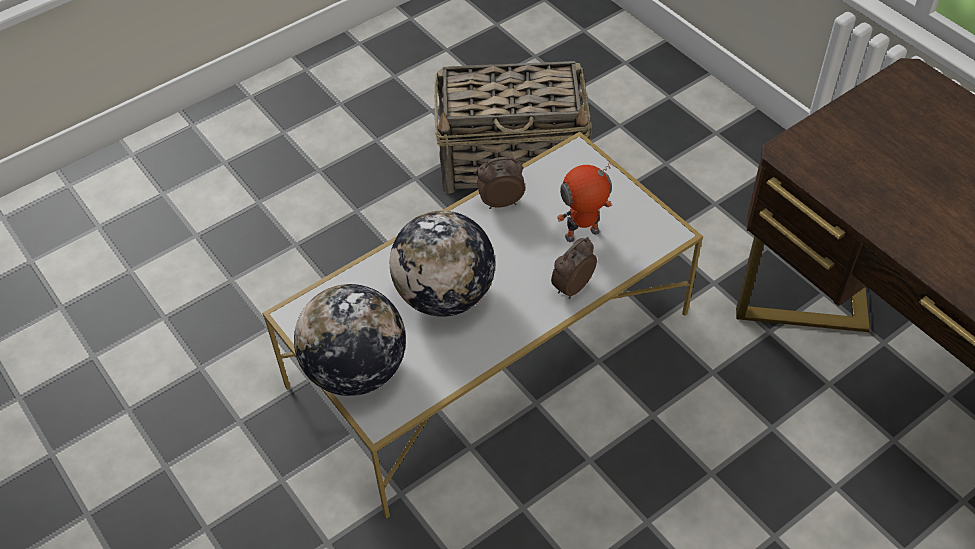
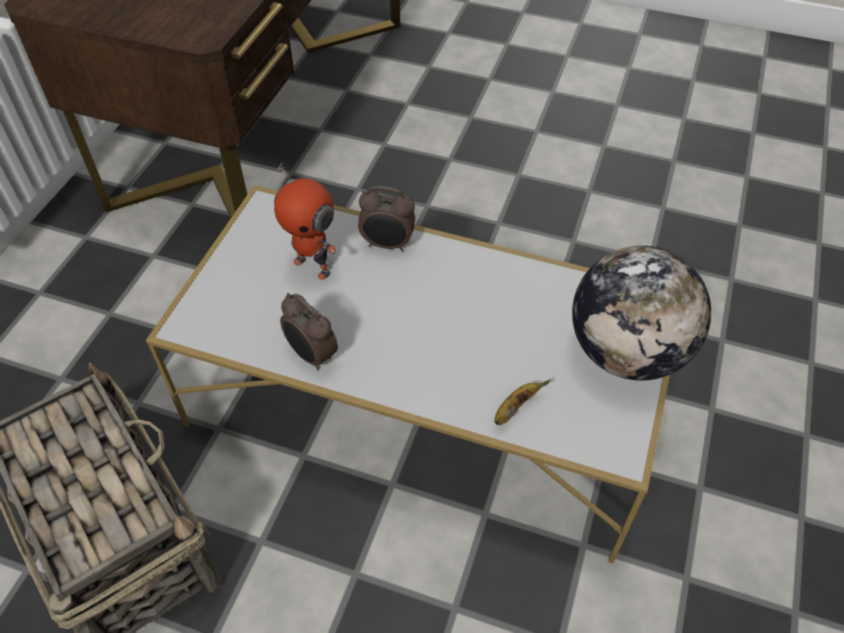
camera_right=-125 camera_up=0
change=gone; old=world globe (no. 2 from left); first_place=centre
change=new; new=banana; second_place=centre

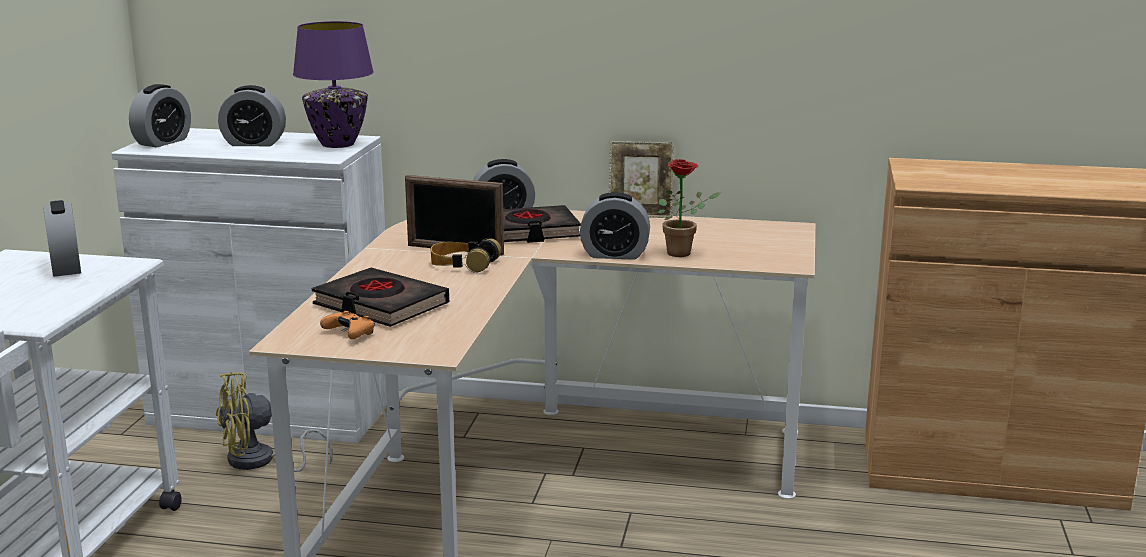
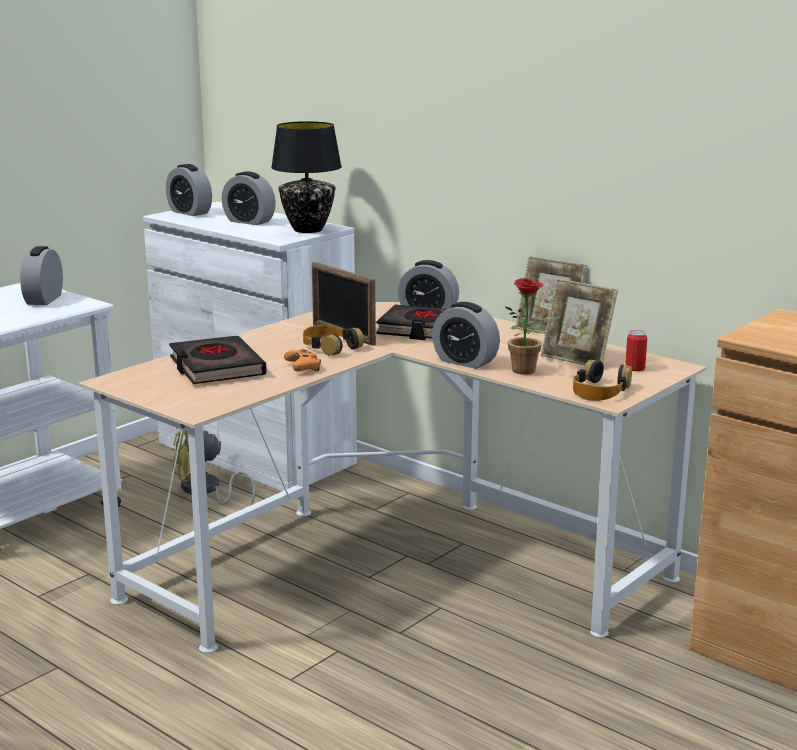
camera_right=30 camera_up=0
change=new; new=photo frame (no. 3 from left); second_place=middle right
change=new; new=pair of headphones (no. 2 from left); second_place=middle right
change=new; new=metal can; second_place=middle right
change=shifted; old=orangey game controller; first_place=middle left; second_place=centre
change=repainted; old=purple table lamp; new=black table lamp; first_place=top left; second_place=top centre
change=rotated; old=table clock (no. 2 from left); first_place=top left; second_place=top left; degrees=75

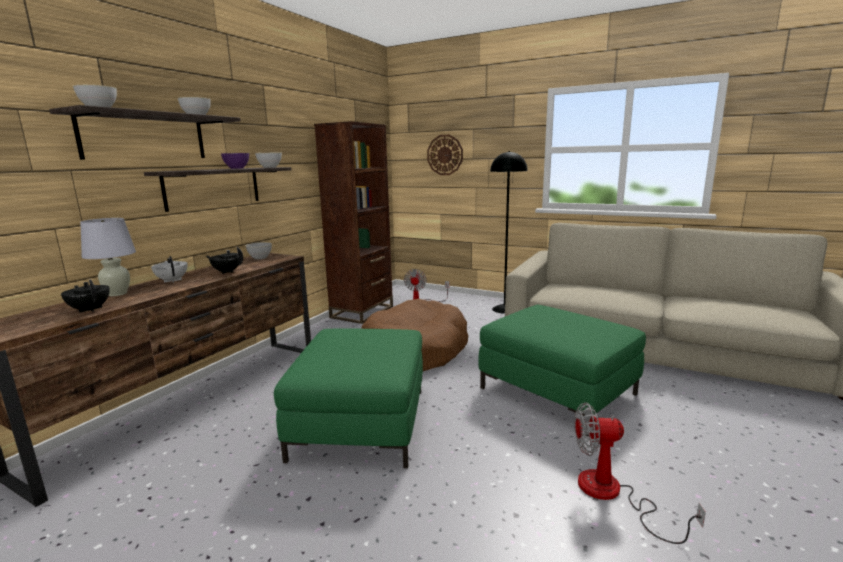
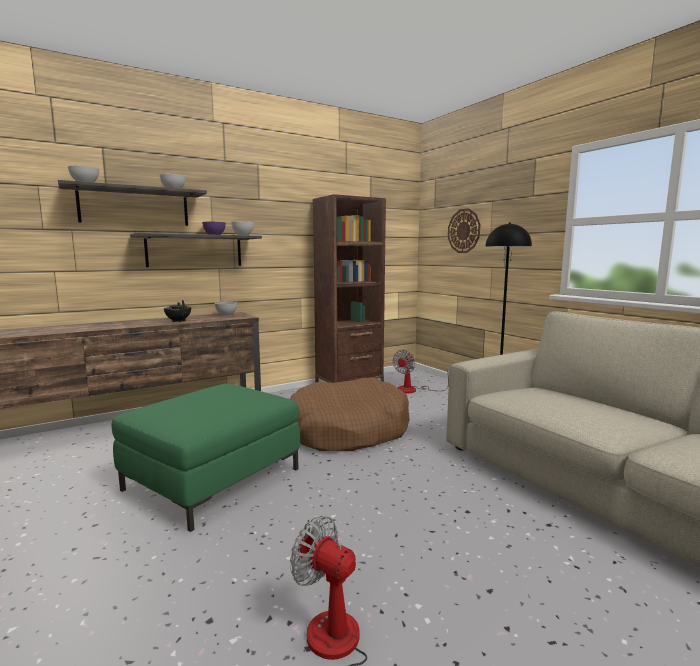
camera_right=30 camera_up=-5
change=gone; old=black tea pot (no. 1 from left); first_place=middle left
change=gone; old=white-coloured table lamp; first_place=middle left
change=gone; old=white-coloured tea pot; first_place=middle left
change=gone; old=greenish ottoman (no. 2 from left); first_place=middle right

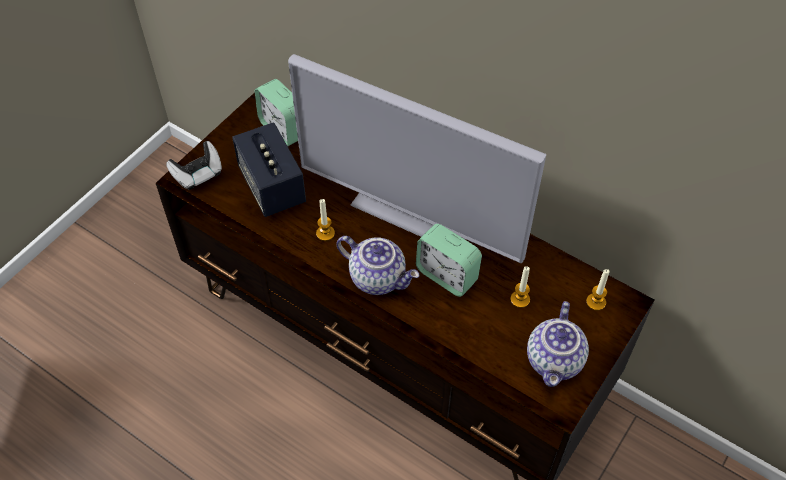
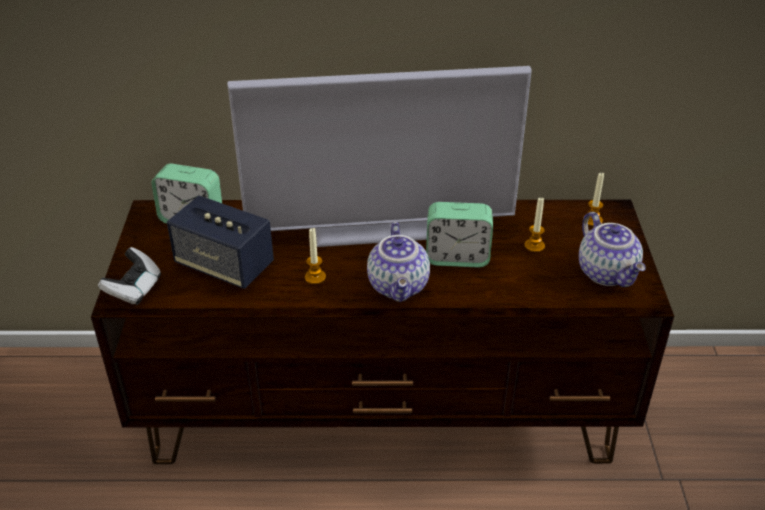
camera_right=-35 camera_up=-15
change=rotated; old=tea pot (no. 1 from left); first_place=centre; second_place=centre; degrees=90

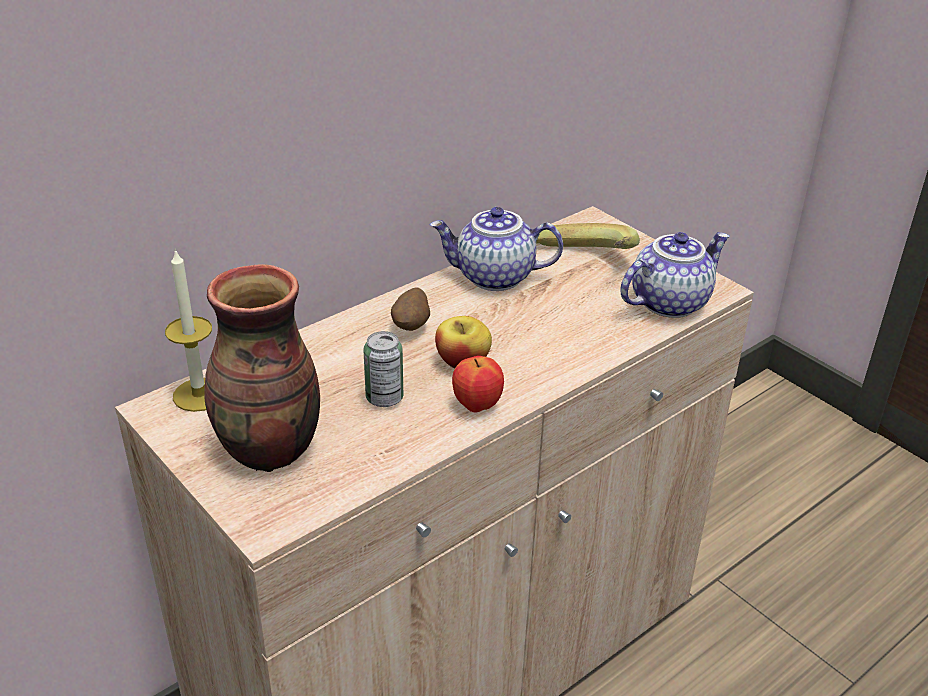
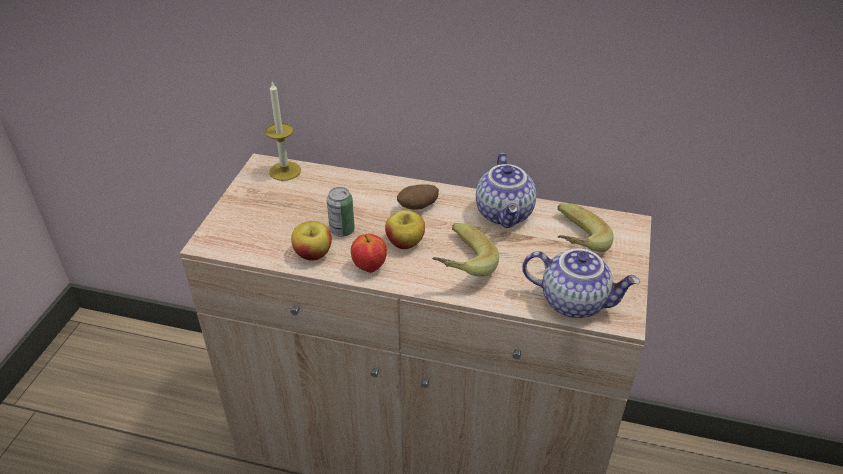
camera_right=55 camera_up=5
change=gone; old=vase; first_place=middle left
change=new; new=apple fruit (no. 1 from left); second_place=centre
change=new; new=banana (no. 1 from left); second_place=centre
change=rotated; old=tea pot (no. 1 from left); first_place=centre; second_place=centre; degrees=-150

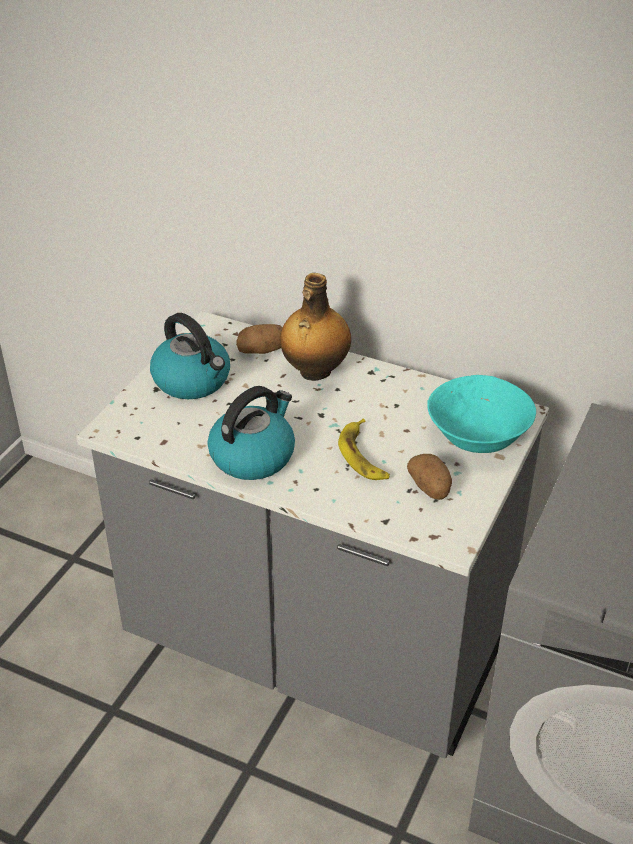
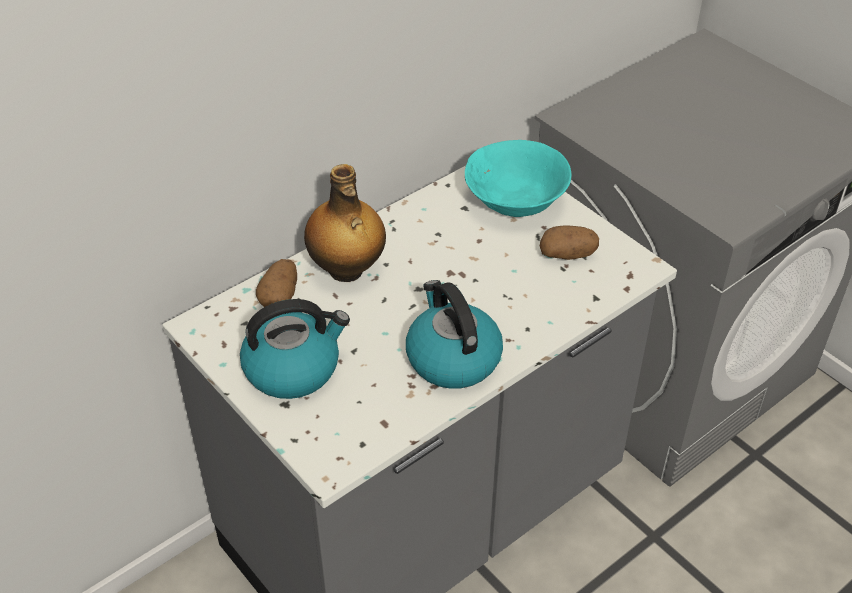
camera_right=-65 camera_up=5
change=gone; old=banana; first_place=centre

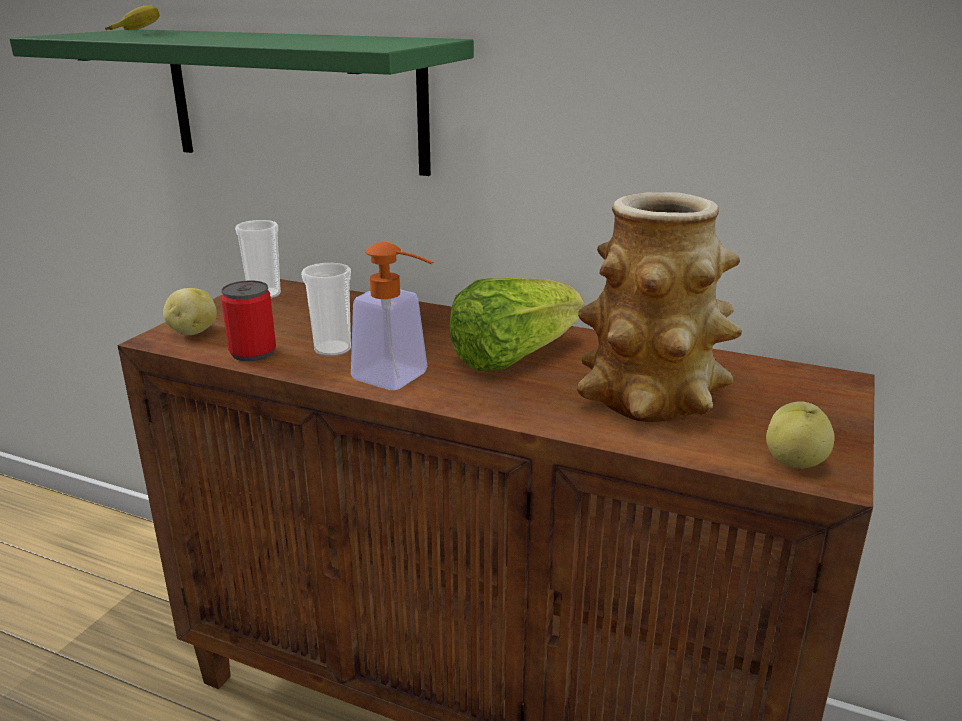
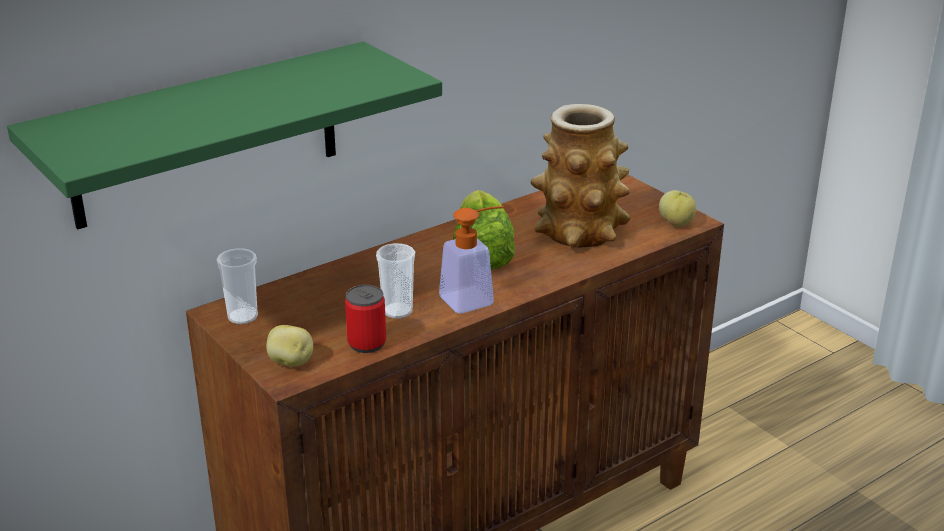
camera_right=-60 camera_up=5
change=gone; old=banana; first_place=top left

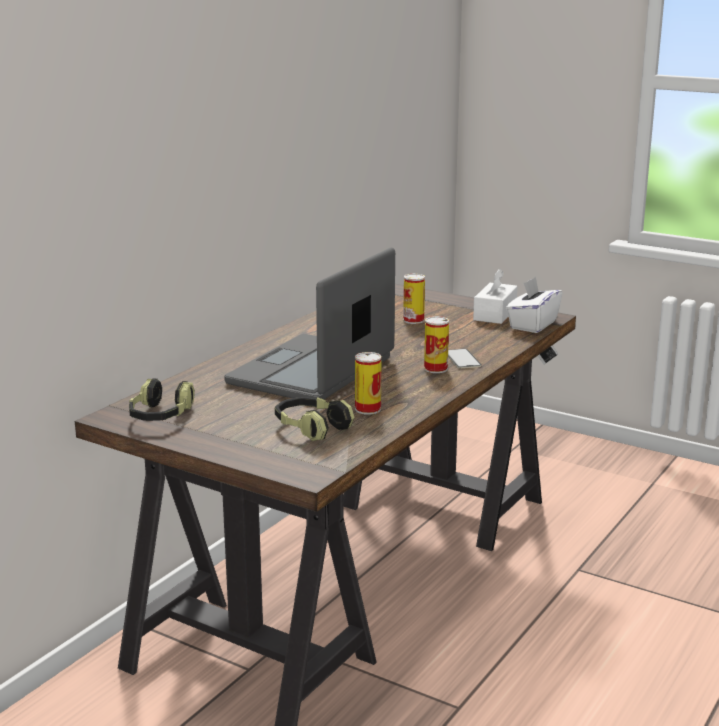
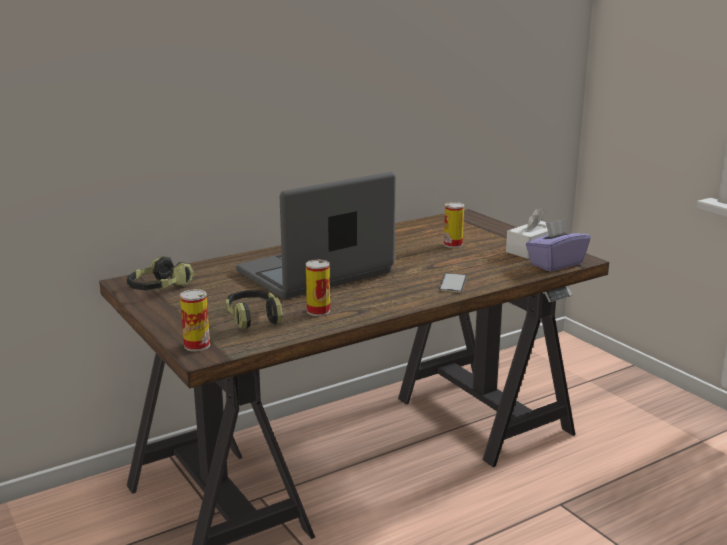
camera_right=25 camera_up=0
change=shifted; old=metal can (no. 3 from left in the first image); new=metal can (no. 1 from left); first_place=centre; second_place=middle left
change=repainted; old=white-coloured tissue holder (no. 2 from left); new=purple tissue holder; first_place=middle right; second_place=middle right

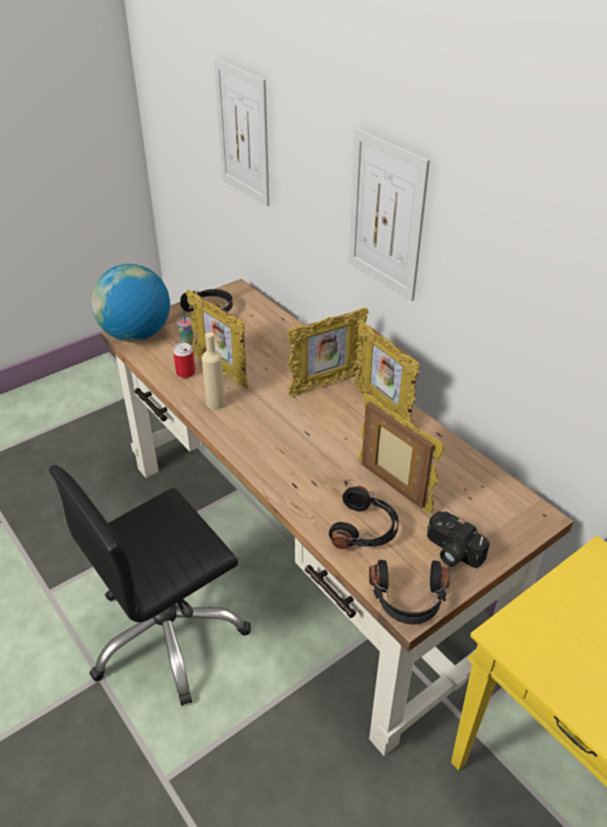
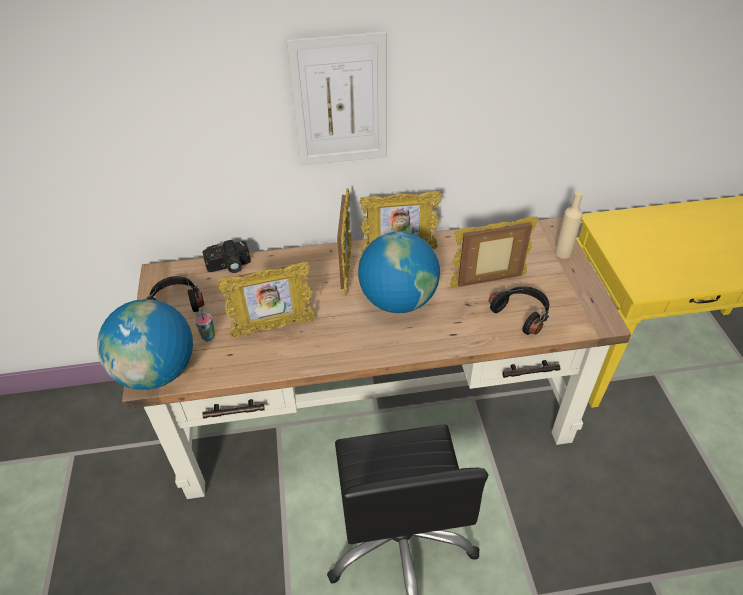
camera_right=-60 camera_up=5
change=gone; old=metal can; first_place=middle left
change=gone; old=wall art (no. 1 from left); first_place=top centre
change=gone; old=black pair of headphones (no. 3 from left); first_place=bottom right
change=new; new=world globe (no. 2 from left); second_place=centre
change=shifted; old=beige drink bottle; first_place=centre; second_place=middle right
change=shifted; old=photo camera; first_place=middle right; second_place=middle left

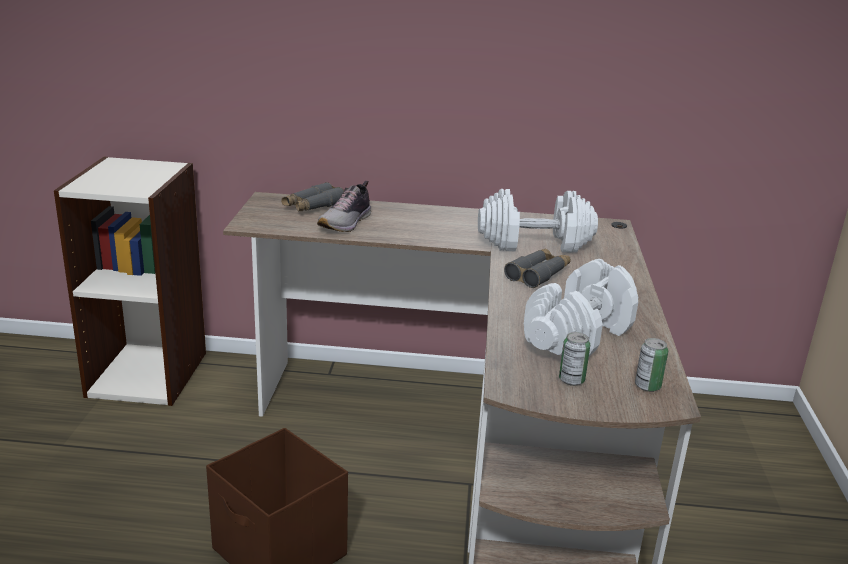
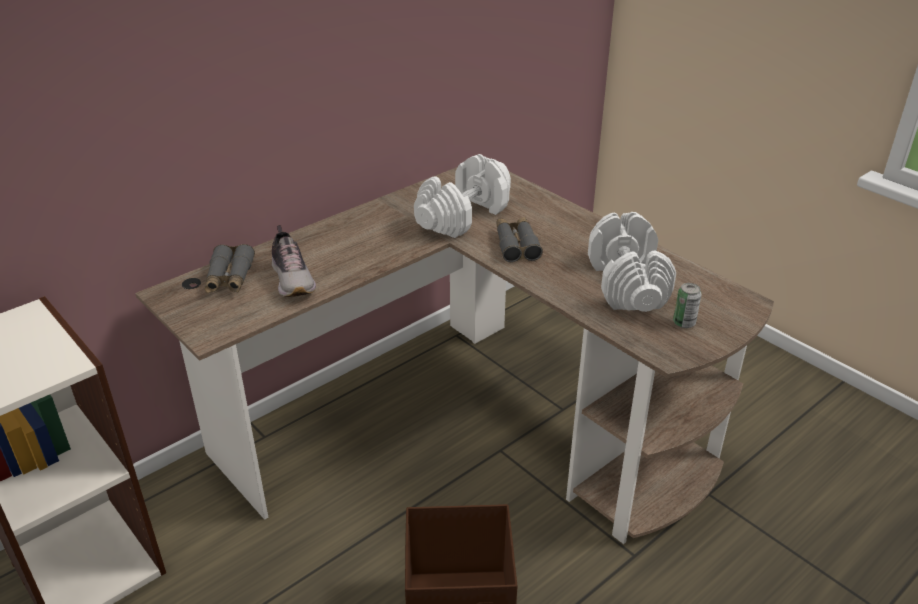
camera_right=-45 camera_up=10
change=gone; old=metal can (no. 2 from left); first_place=middle right

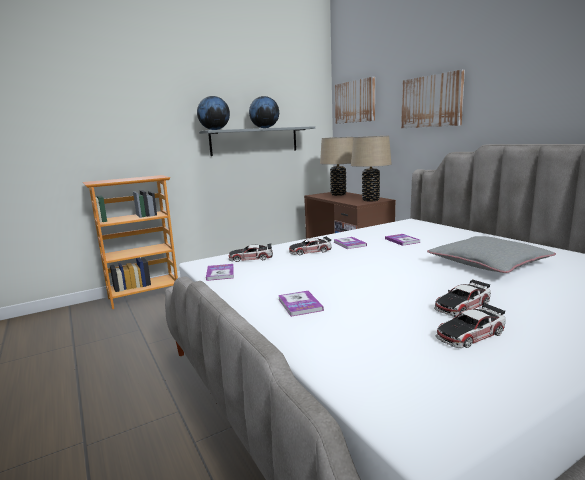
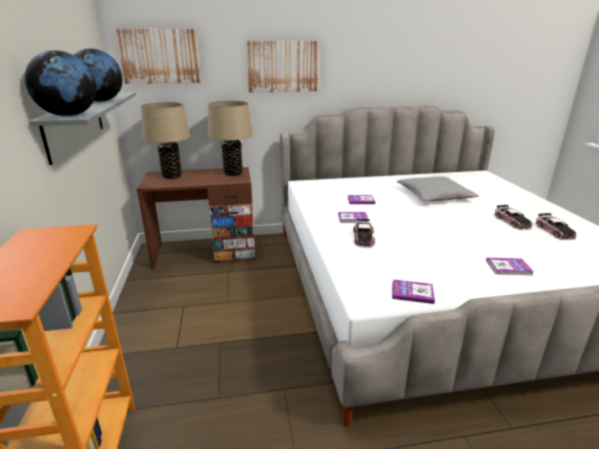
camera_right=-70 camera_up=10
change=gone; old=model car (no. 1 from left); first_place=centre

